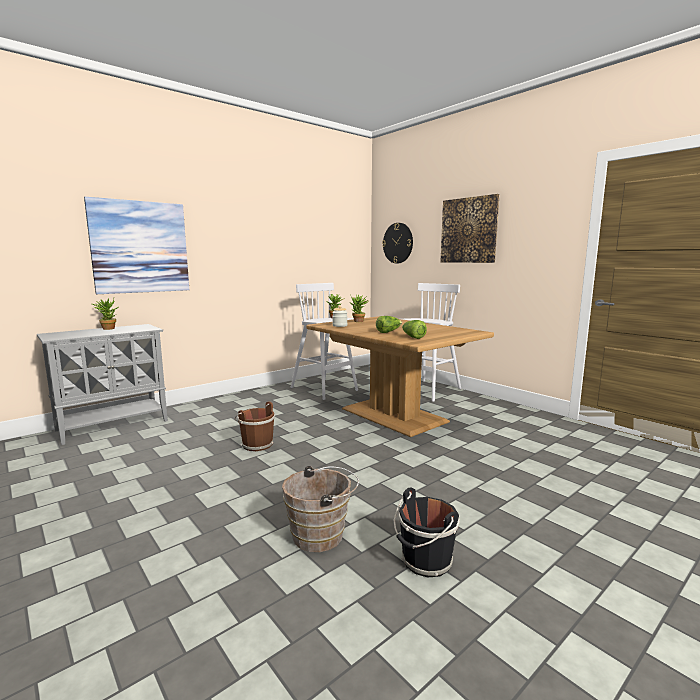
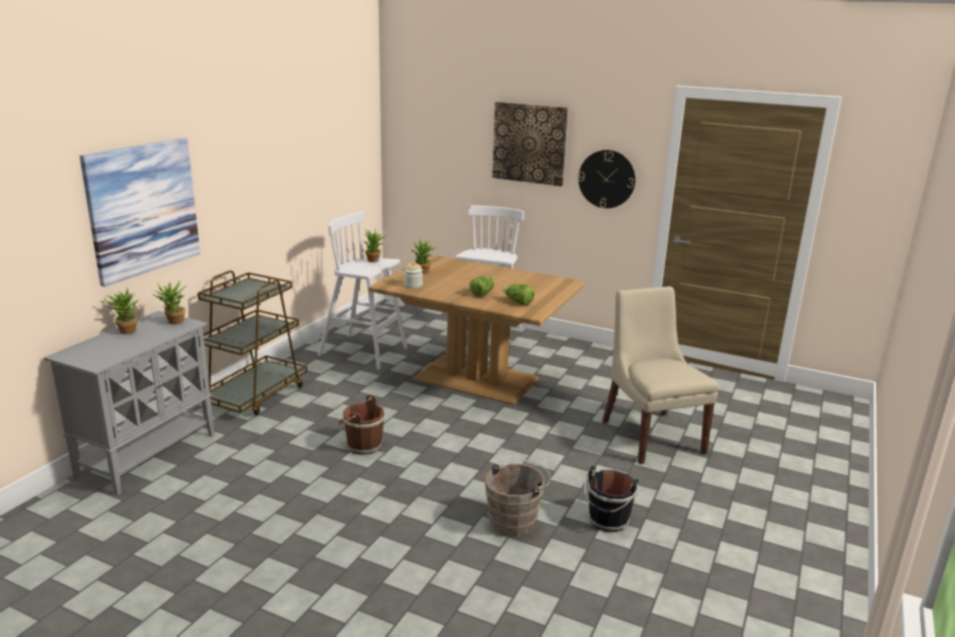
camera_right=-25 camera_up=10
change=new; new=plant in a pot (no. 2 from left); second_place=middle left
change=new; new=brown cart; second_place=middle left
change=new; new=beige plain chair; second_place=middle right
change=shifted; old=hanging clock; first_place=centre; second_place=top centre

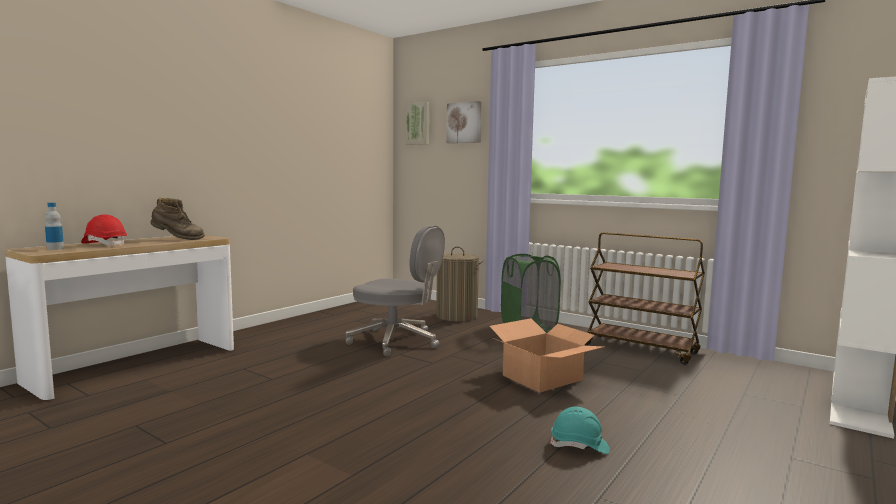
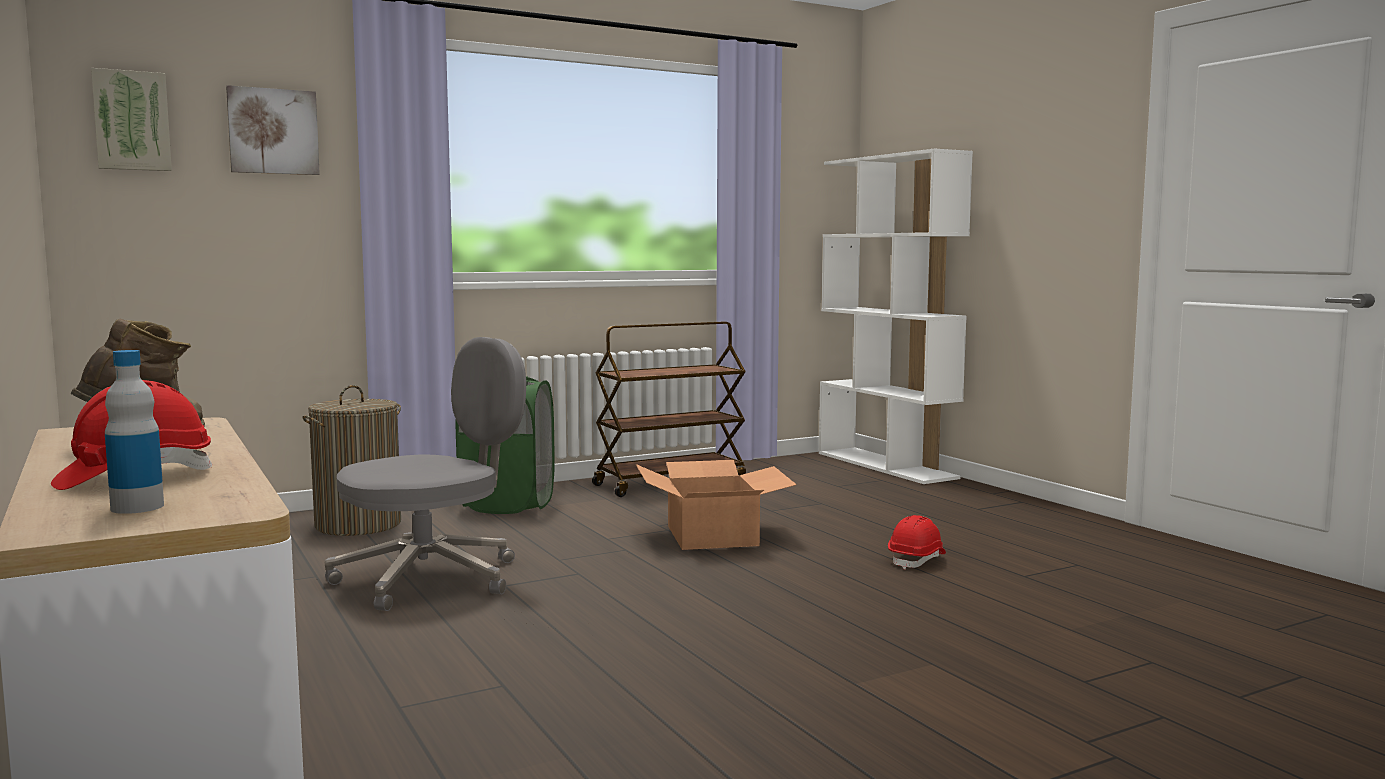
camera_right=-65 camera_up=0
change=repainted; old=turquoise safety helmet; new=red-coloured safety helmet (no. 2 from left); first_place=bottom centre; second_place=bottom centre

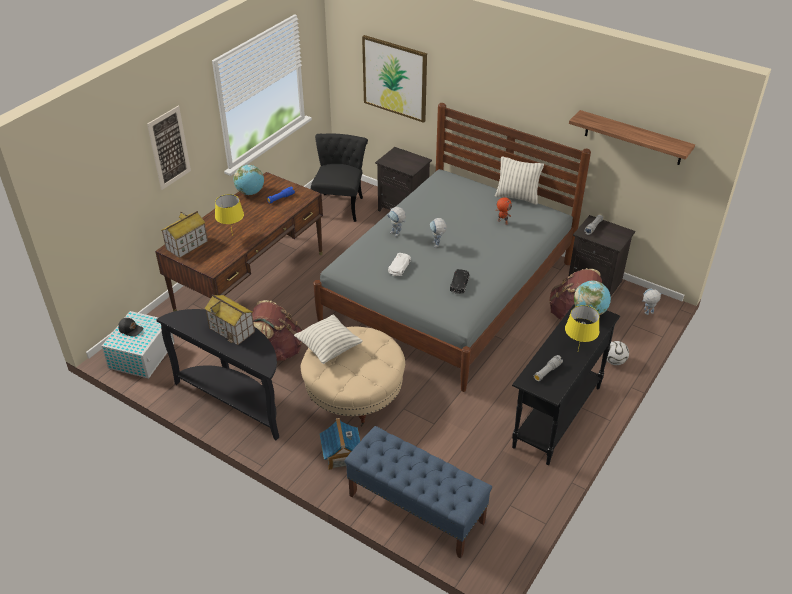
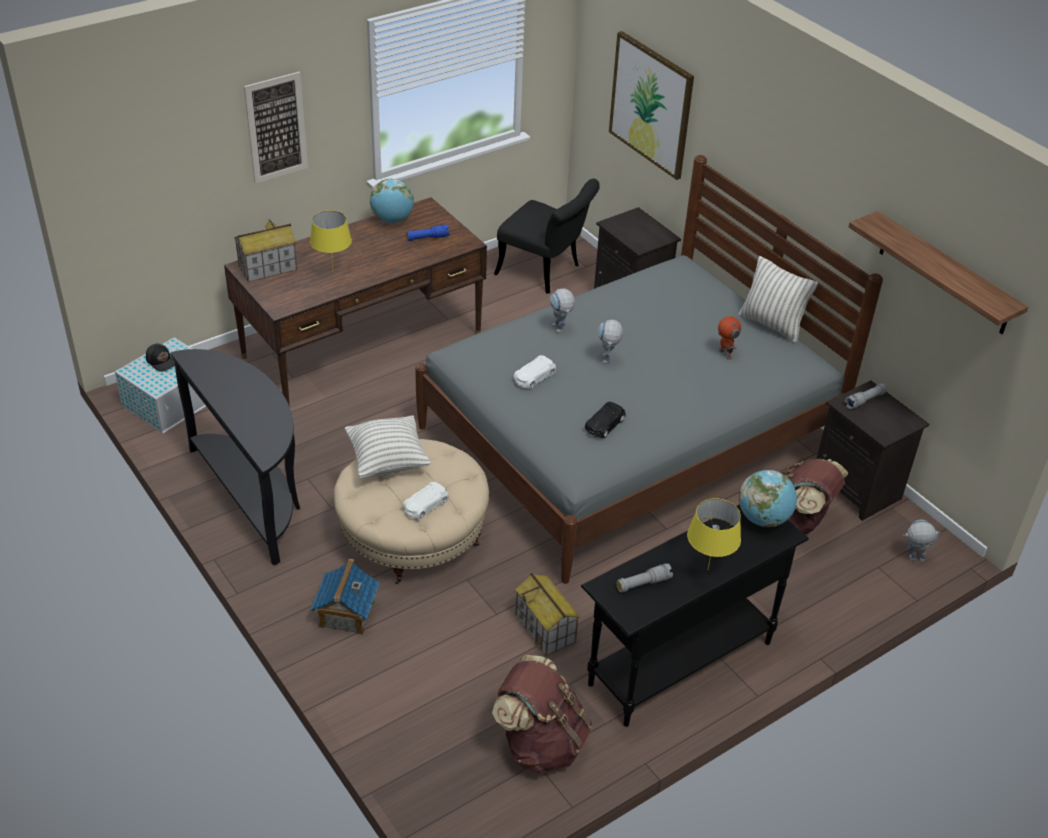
camera_right=20 camera_up=0
change=gone; old=bluish indoor bench; first_place=bottom centre
change=gone; old=football ball; first_place=middle right
change=new; new=white-coloured model car (no. 1 from left); second_place=centre
change=shifted; old=model house (no. 2 from left in the first image); new=model house (no. 3 from left); first_place=middle left; second_place=bottom centre
change=shifted; old=brown knapsack (no. 1 from left); first_place=centre; second_place=bottom centre
change=rotated; old=black plain chair; first_place=top centre; second_place=top centre; degrees=90

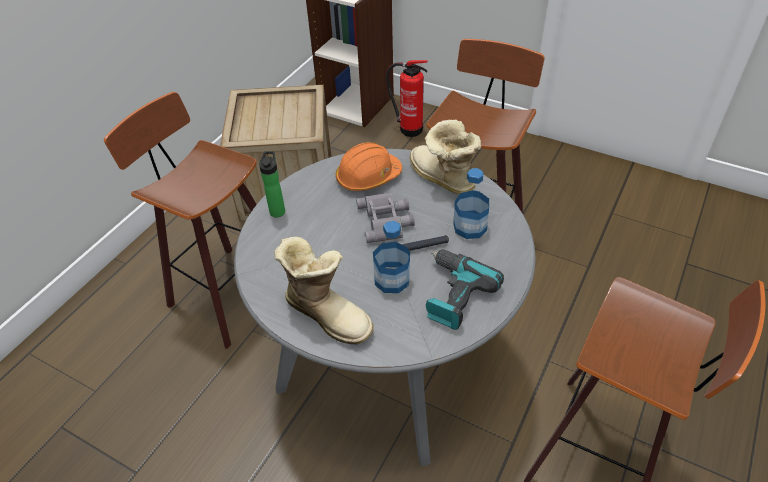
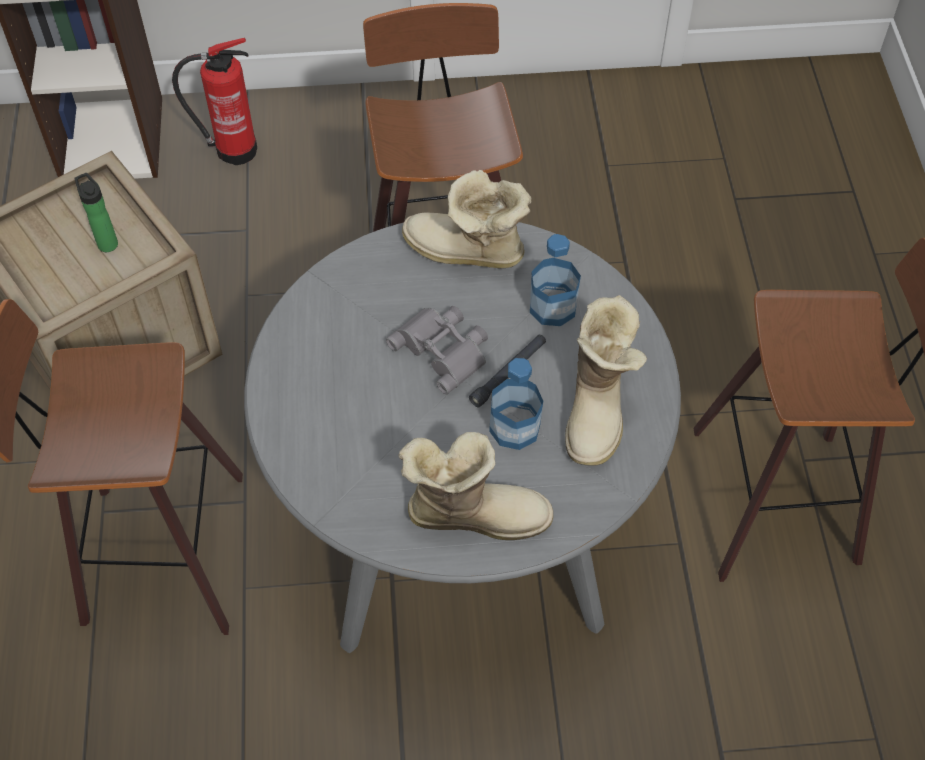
camera_right=-35 camera_up=10
change=gone; old=orangey safety helmet; first_place=centre
change=shifted; old=drink bottle (no. 1 from left); first_place=centre; second_place=top left
change=swapped; old=electric drill; new=tall boot (no. 3 from left); first_place=centre; second_place=centre

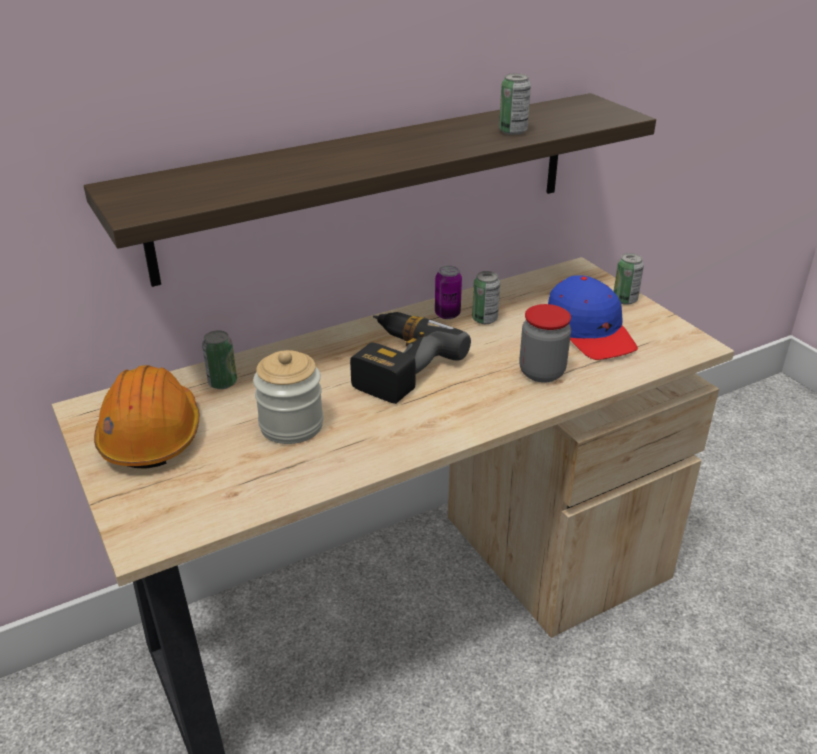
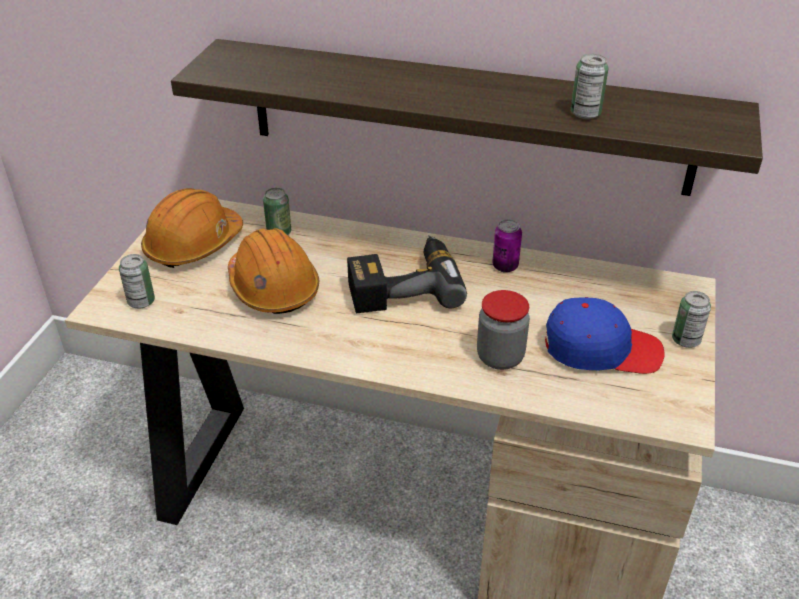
camera_right=45 camera_up=5
change=shifted; old=metal can (no. 3 from left in the first image); new=metal can (no. 1 from left); first_place=centre; second_place=middle left
change=swapped; old=preserve jar (no. 1 from left); new=orangey safety helmet (no. 2 from left); first_place=centre; second_place=centre
change=rotated; old=bluish cap; first_place=middle right; second_place=middle right; degrees=-105

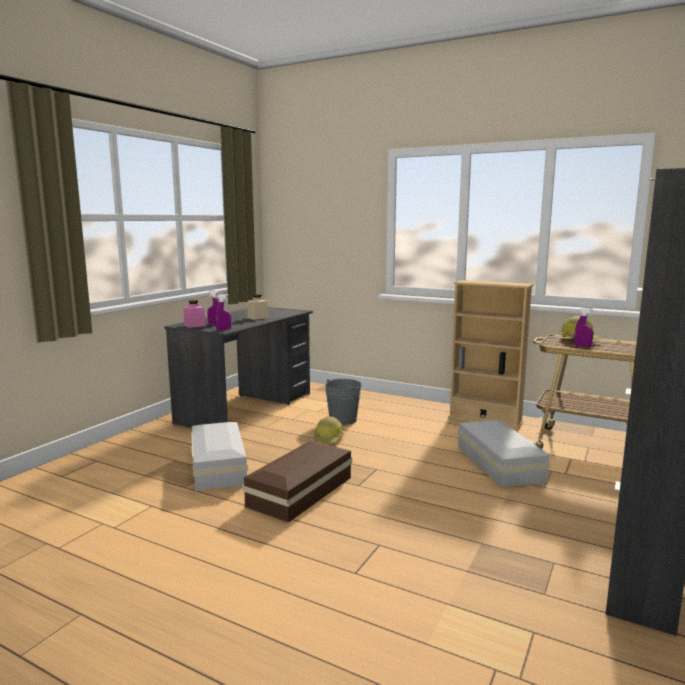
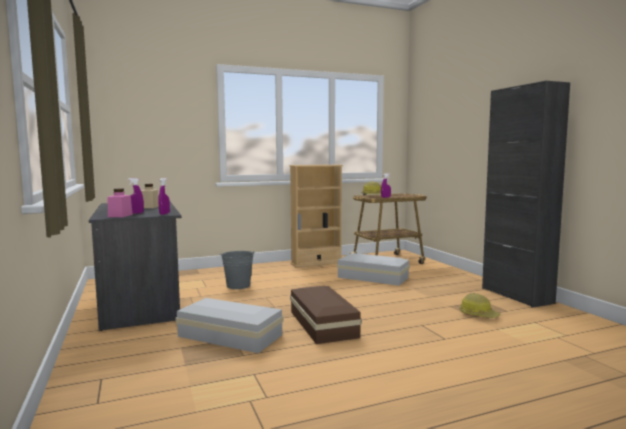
camera_right=-50 camera_up=-5
change=shifted; old=safety helmet (no. 1 from left in the first image); new=safety helmet (no. 2 from left); first_place=centre; second_place=bottom right

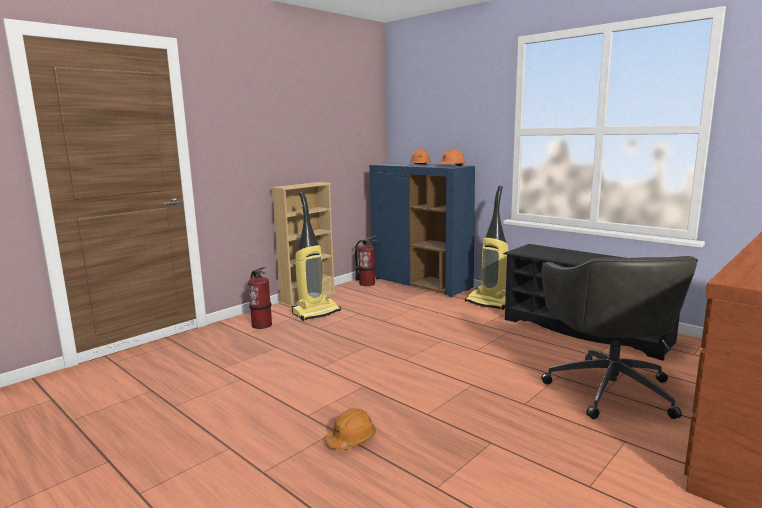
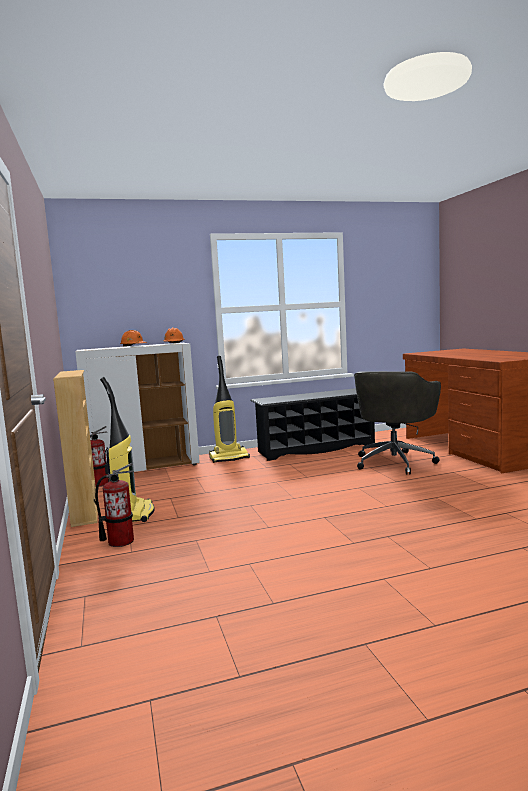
camera_right=-60 camera_up=-5
change=gone; old=orangey safety helmet (no. 1 from left); first_place=bottom centre
change=repainted; old=bluish cupboard; new=white-coloured cupboard; first_place=centre; second_place=middle left
change=rotated; old=gray computer chair; first_place=middle right; second_place=middle right; degrees=90

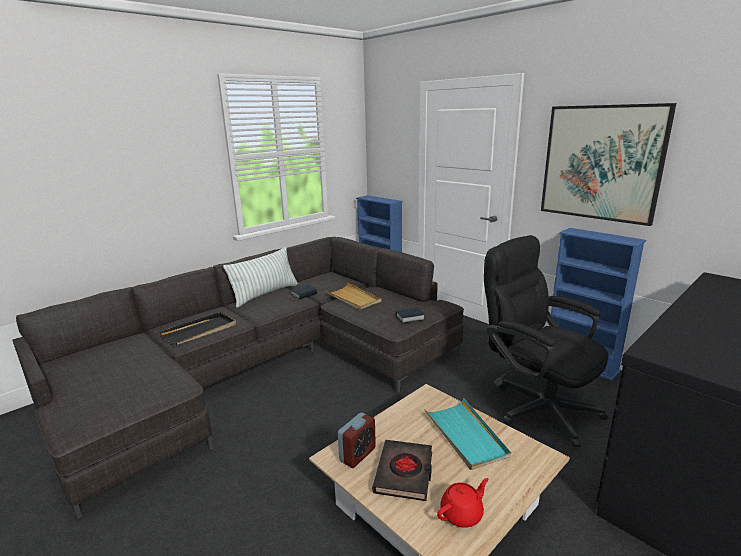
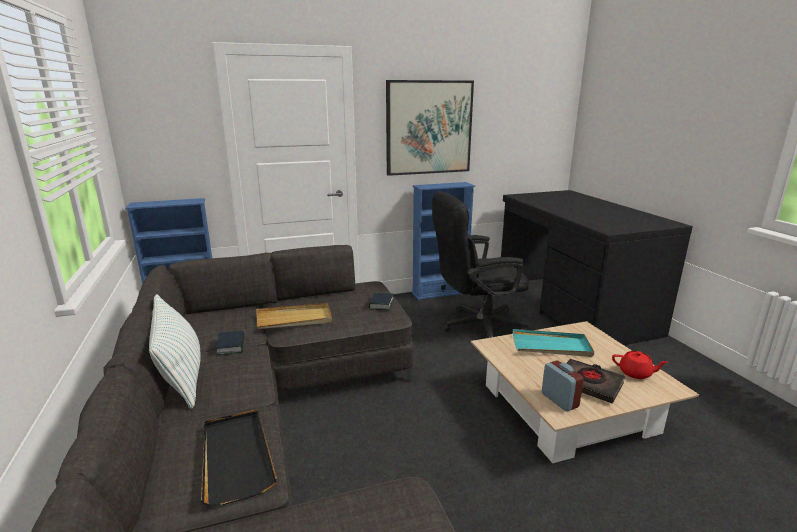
camera_right=-65 camera_up=0
change=rotated; old=red-coloured tea pot; first_place=bottom centre; second_place=bottom right; degrees=120

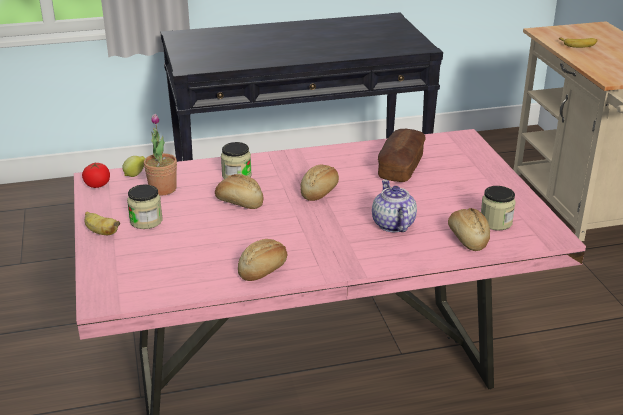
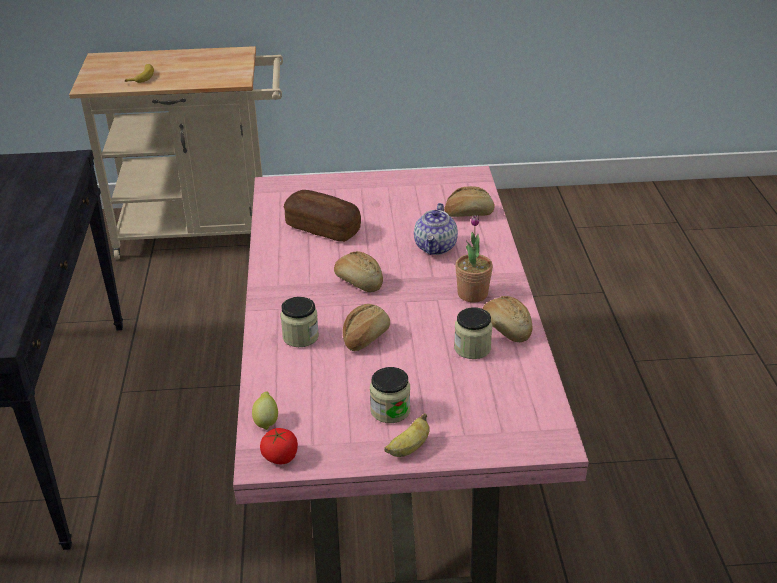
camera_right=-80 camera_up=5
change=shifted; old=plant in a pot; first_place=middle left; second_place=centre
change=shifted; old=preserve jar (no. 3 from left); first_place=middle right; second_place=centre
change=rotated; old=tea pot; first_place=centre; second_place=centre; degrees=-75

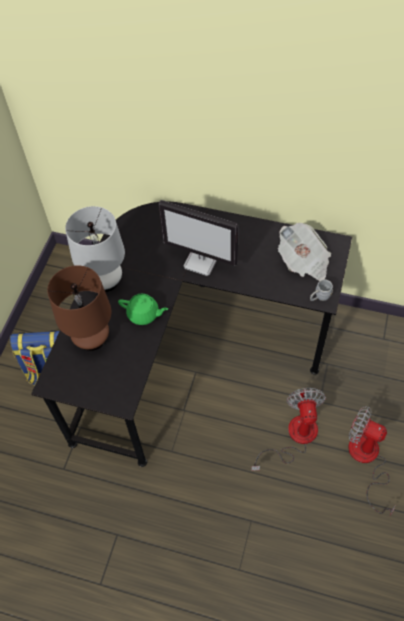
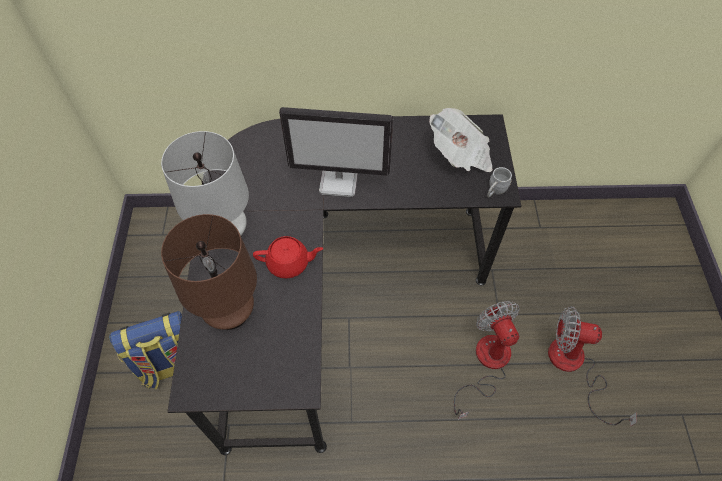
camera_right=-20 camera_up=0
change=repainted; old=greenish tea pot; new=red-coloured tea pot; first_place=centre; second_place=centre

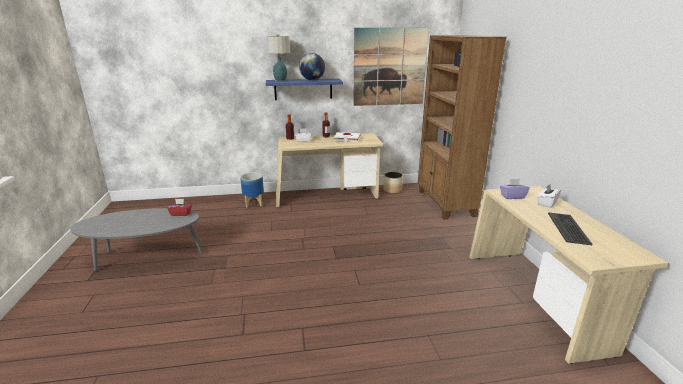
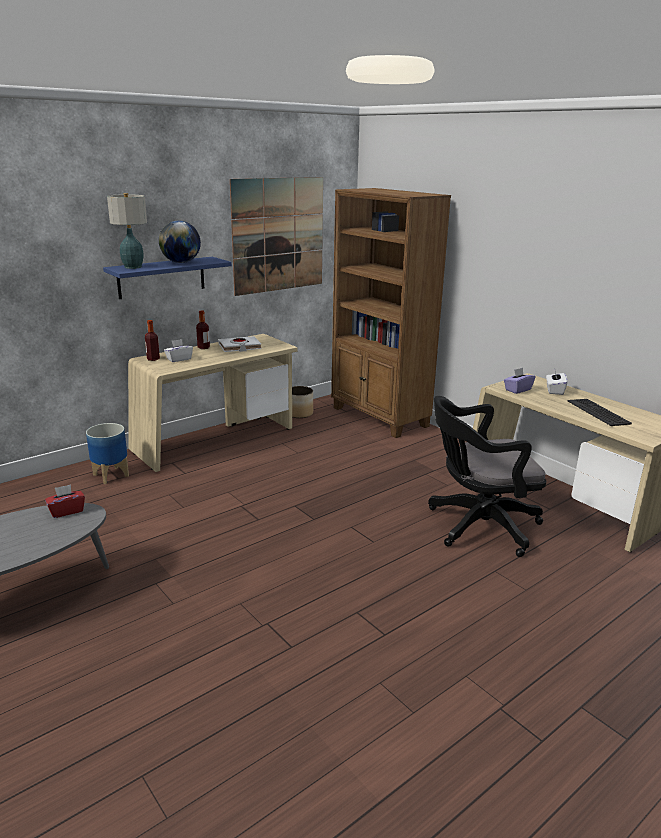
camera_right=-30 camera_up=0
change=new; new=black computer chair; second_place=middle right

